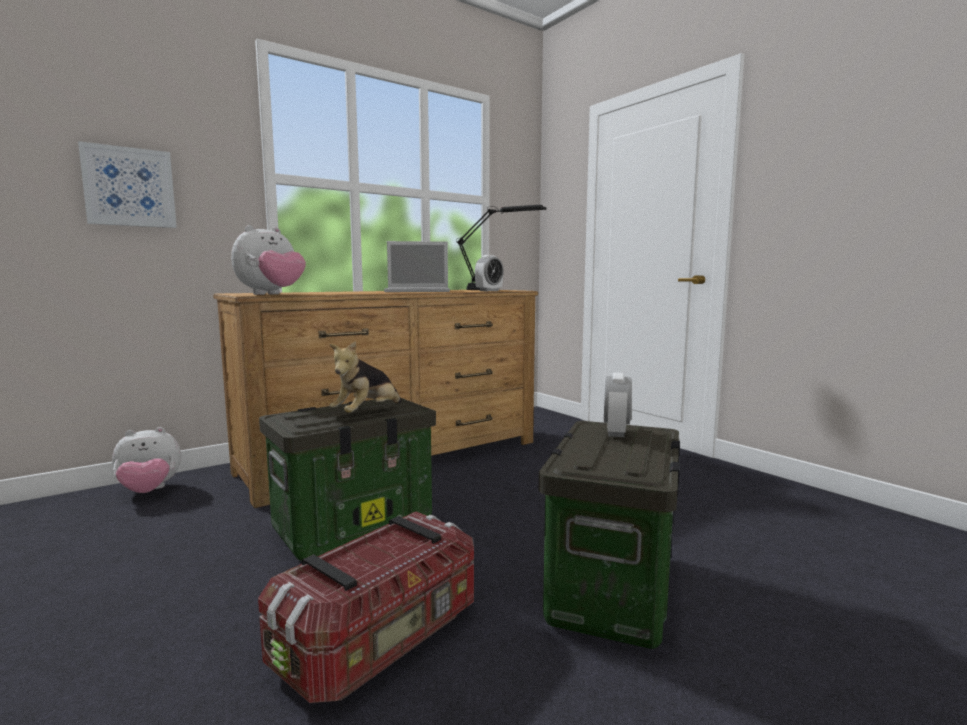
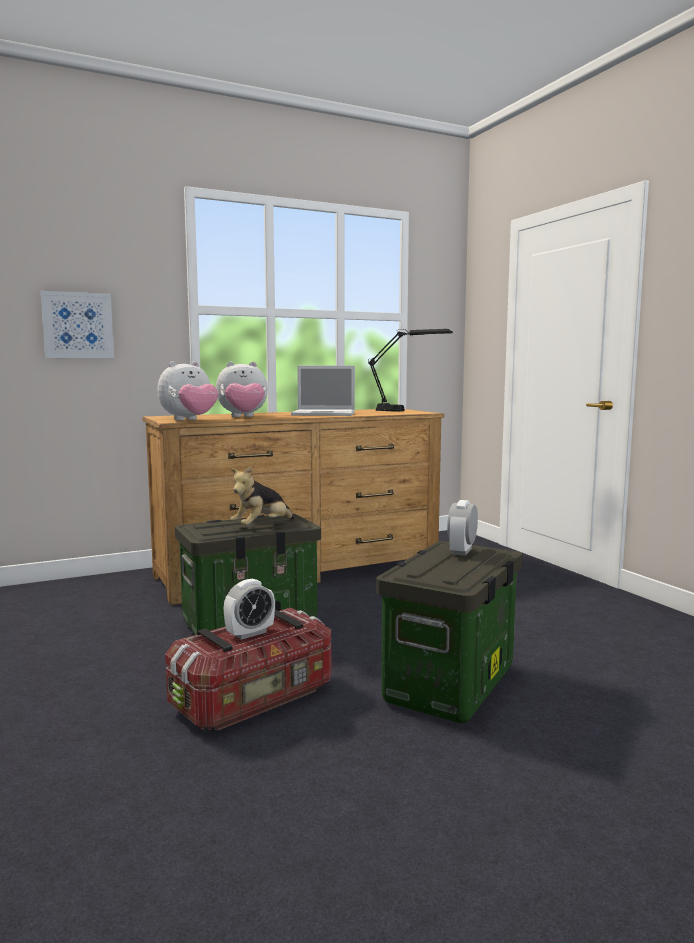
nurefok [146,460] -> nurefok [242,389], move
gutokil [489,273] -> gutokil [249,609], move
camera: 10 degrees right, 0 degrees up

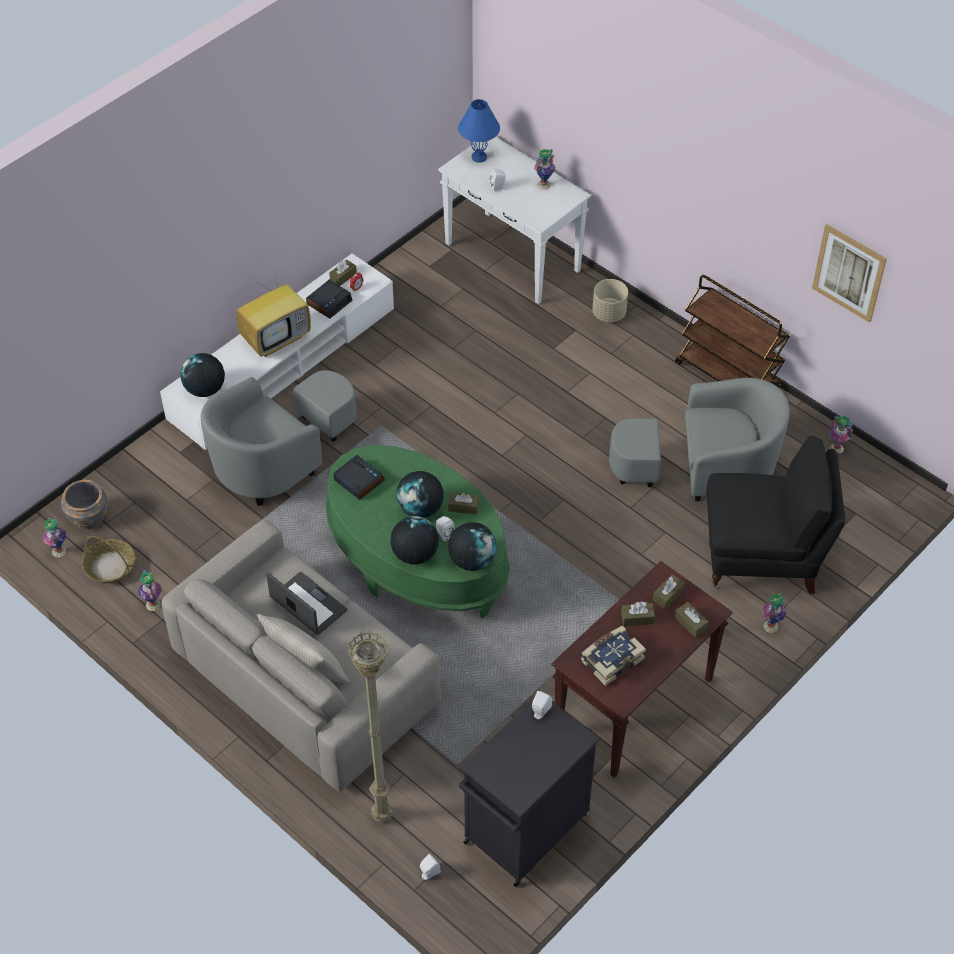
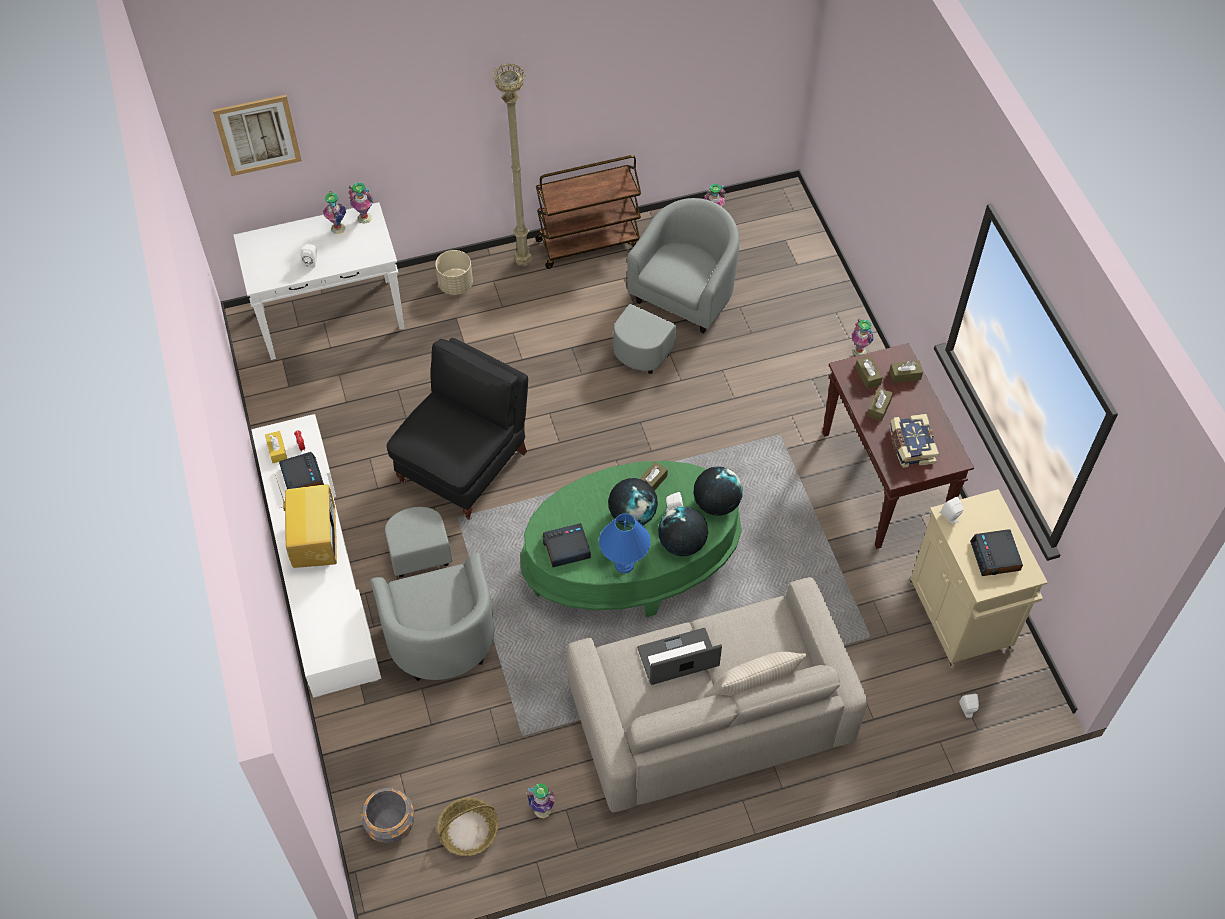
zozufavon [55,537] -> zozufavon [360,203], move
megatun [202,375] -> none
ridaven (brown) [343,273] -> ridaven (yellow) [276,447]
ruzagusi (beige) [369,727] -> ruzagusi (beige) [512,164], move
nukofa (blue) [479,131] -> nukofa (blue) [625,543], move
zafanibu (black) [529,793] -> zafanibu (beige) [978,579]
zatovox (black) [775,515] -> zatovox (black) [457,429], move
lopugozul [849,273] -> lopugozul [257,135], move
none -> gutokil [996,552]
camera: 60 degrees left, 5 degrees up

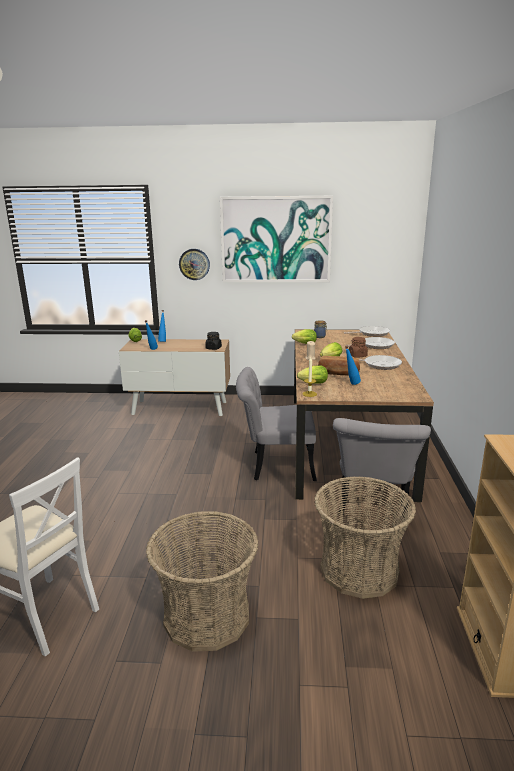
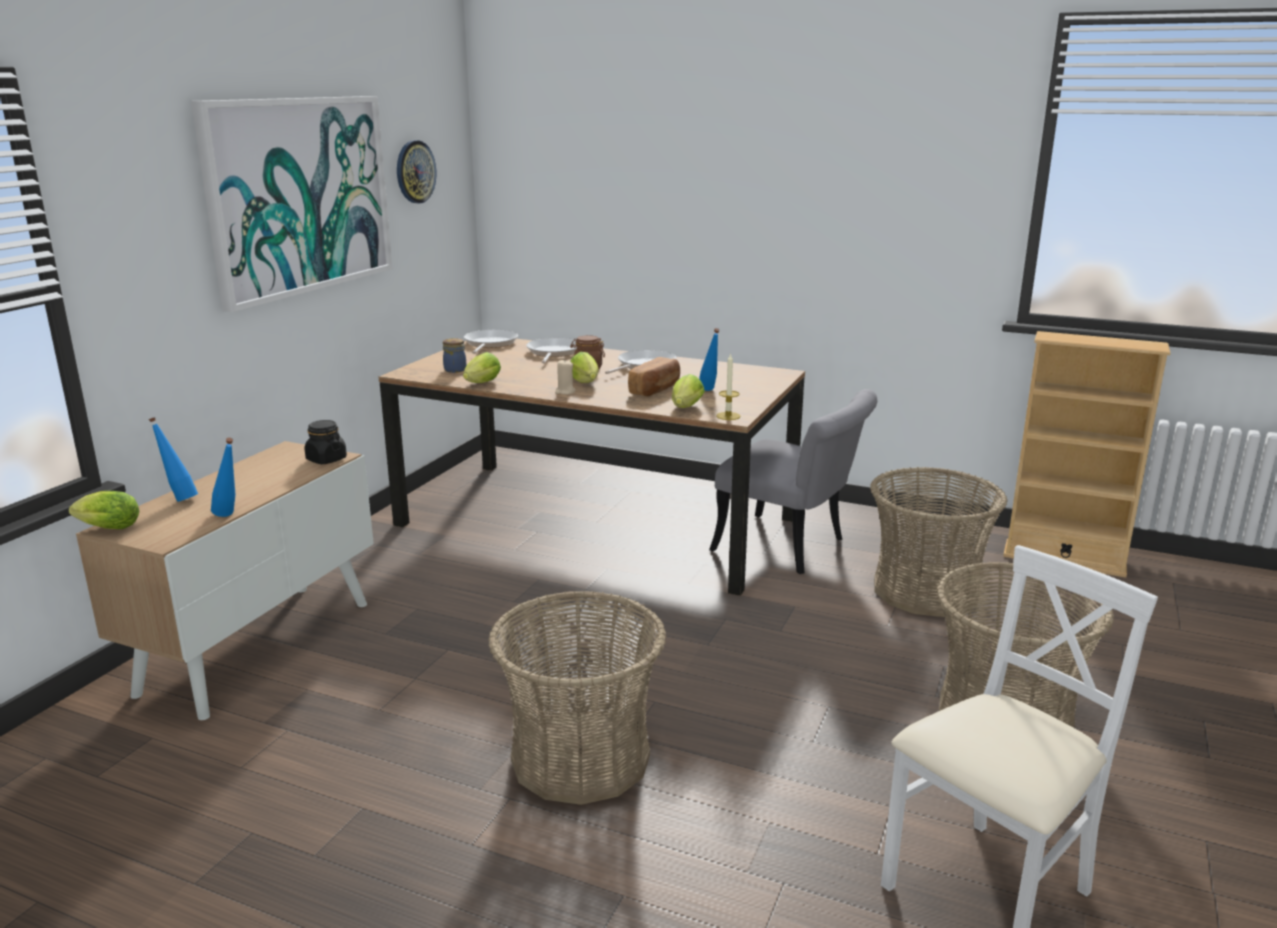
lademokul [194,264] -> lademokul [416,171], move
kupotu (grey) [276,424] -> none
none -> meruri [577,698]
camera: 70 degrees left, 0 degrees up

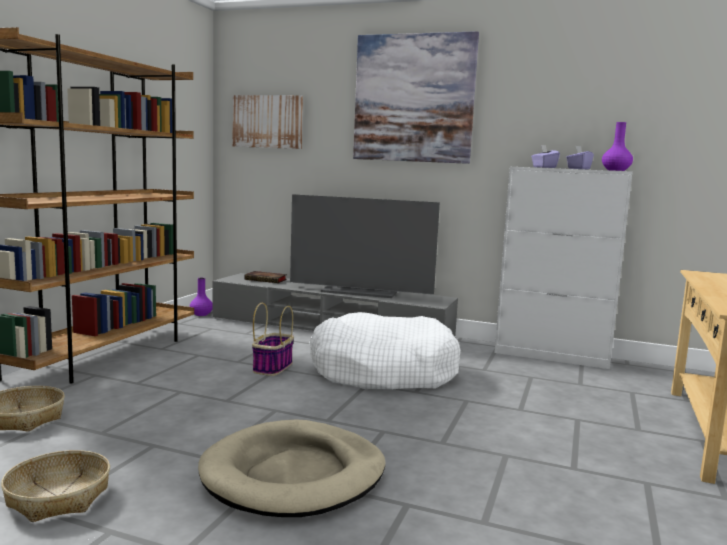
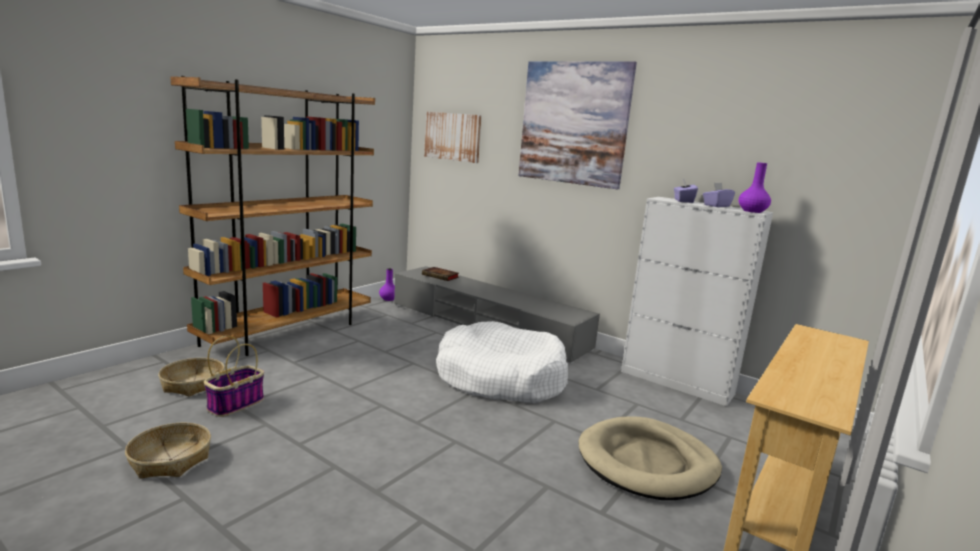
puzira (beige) [291,468] -> puzira (beige) [650,458], move
meruri [273,339] -> meruri [234,376], move
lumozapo [365,246] -> none
camera: 15 degrees right, 5 degrees up

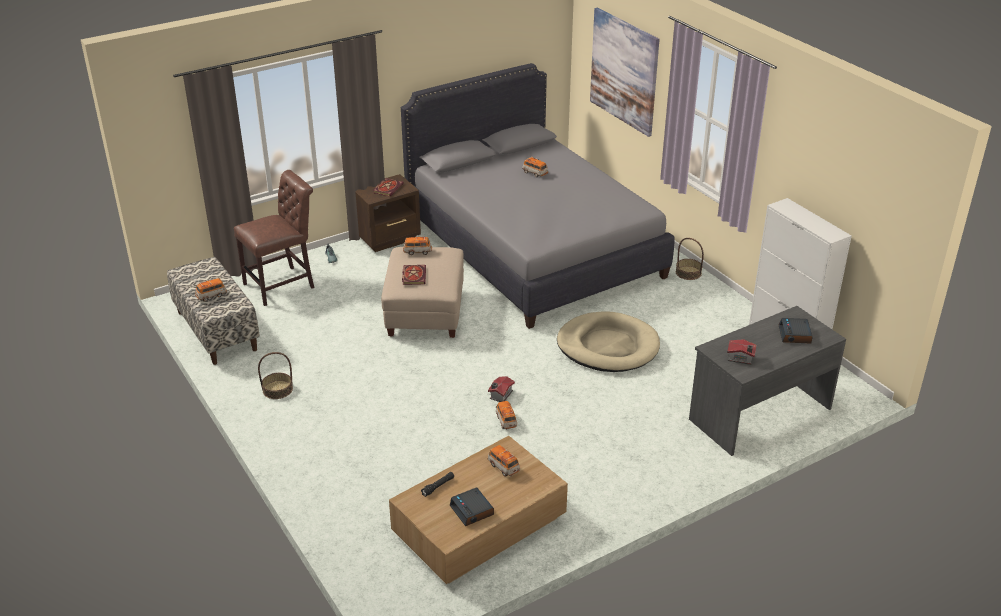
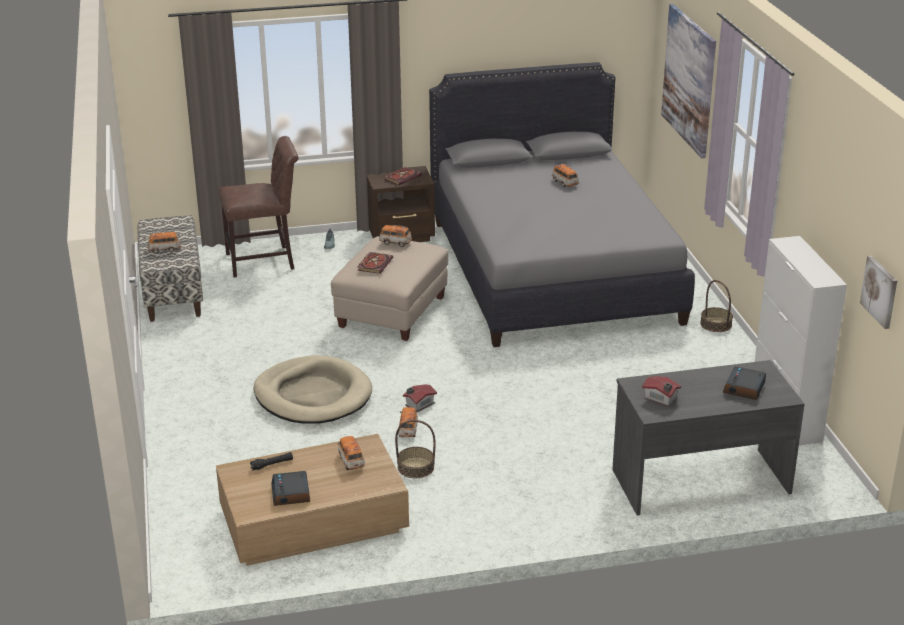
meruri [275,375] -> meruri [415,449], move
puzira (beige) [608,341] -> puzira (beige) [313,389], move
none -> lopugozul [878,292]
camera: 20 degrees right, 5 degrees down

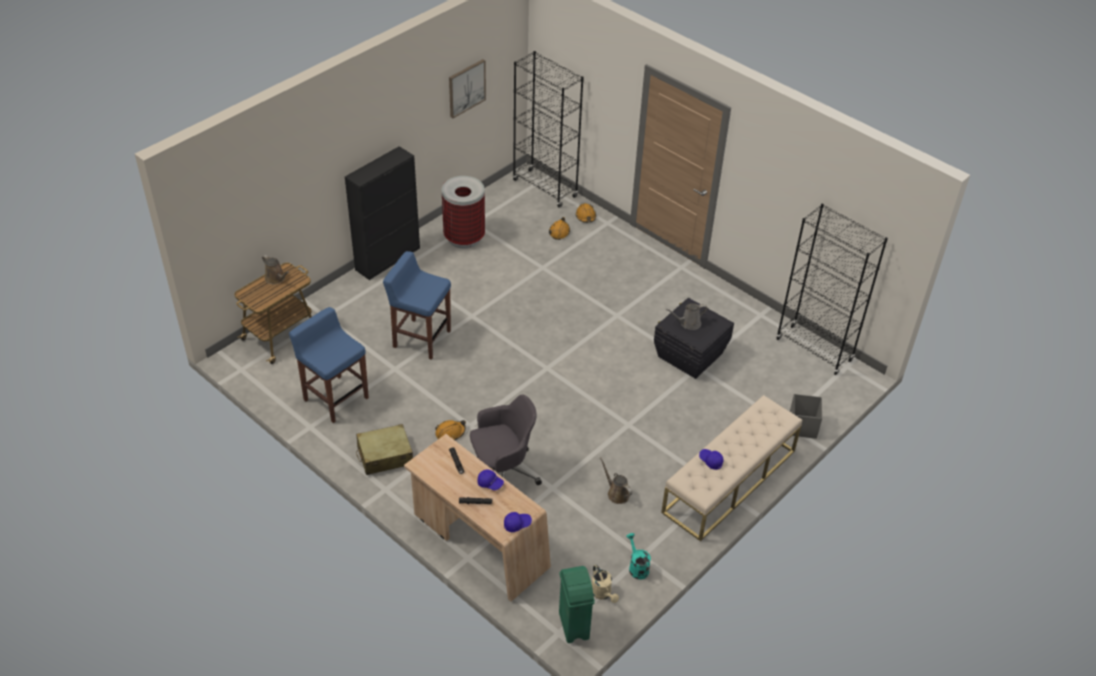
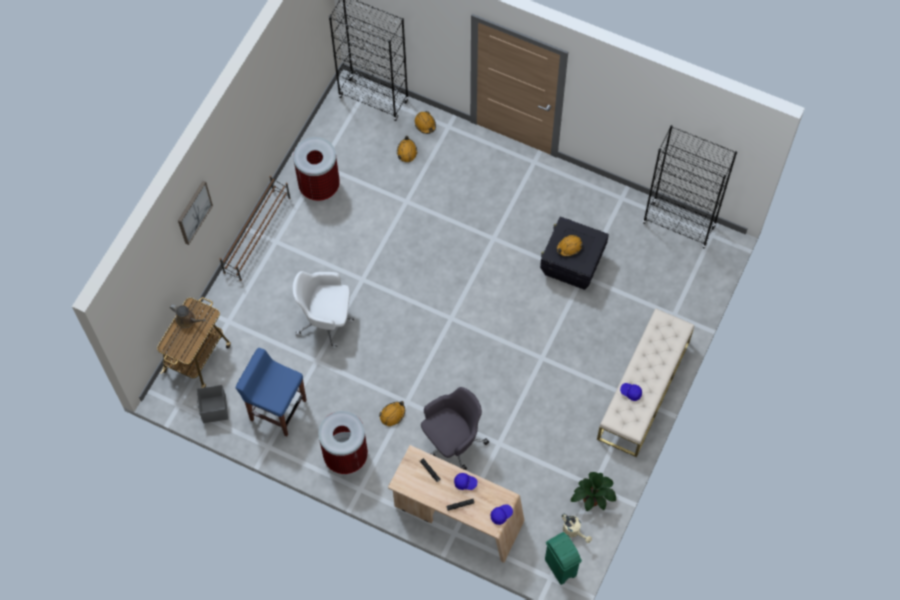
zafanibu (black) [382,213] -> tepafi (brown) [254,228]
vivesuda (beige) [384,449] -> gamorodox [343,442]
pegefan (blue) [417,305] -> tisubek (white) [323,310]
lopugozul [467,88] -> lopugozul [195,213], move
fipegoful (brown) [616,480] -> none
fipegoful (turquoise) [638,556] -> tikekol [593,491]
fipegoful (grey) [687,316] -> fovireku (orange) [569,246]
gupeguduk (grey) [806,416] -> gupeguduk (grey) [212,404], move
camera: 15 degrees left, 20 degrees up

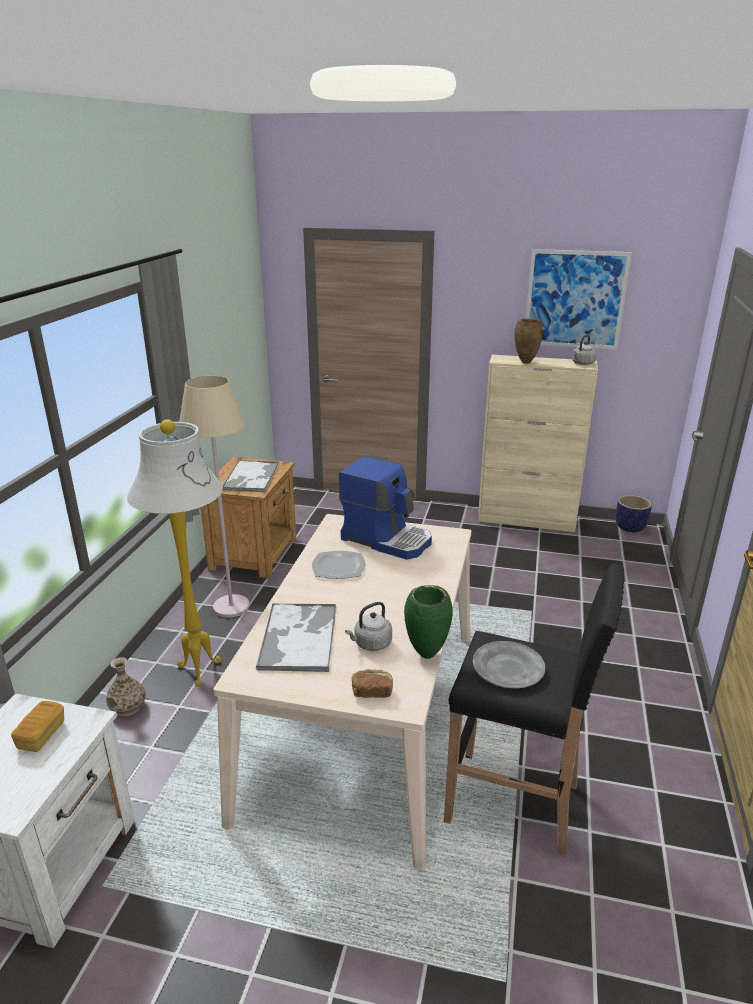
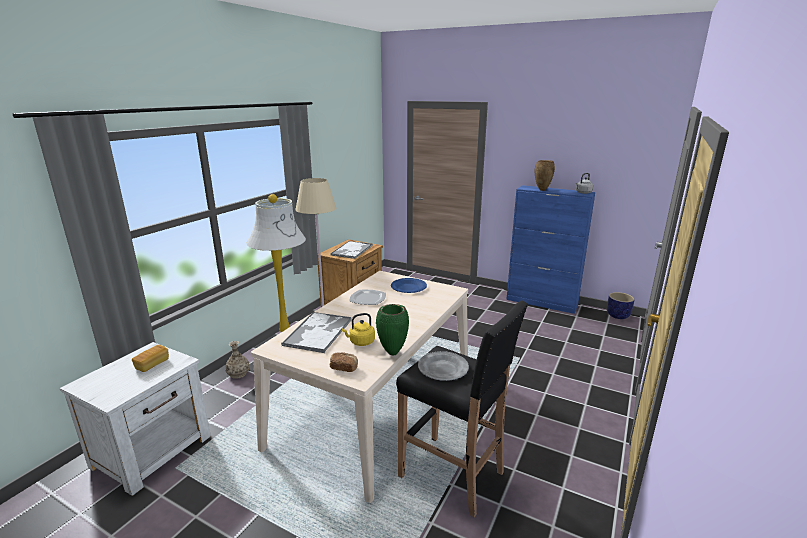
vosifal [385,508] -> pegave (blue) [409,285]
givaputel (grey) [368,626] -> givaputel (yellow) [358,329]
zafanibu (beige) [538,443] -> zafanibu (blue) [550,249]
lopugozul [579,299] -> none
camera: 15 degrees right, 5 degrees down

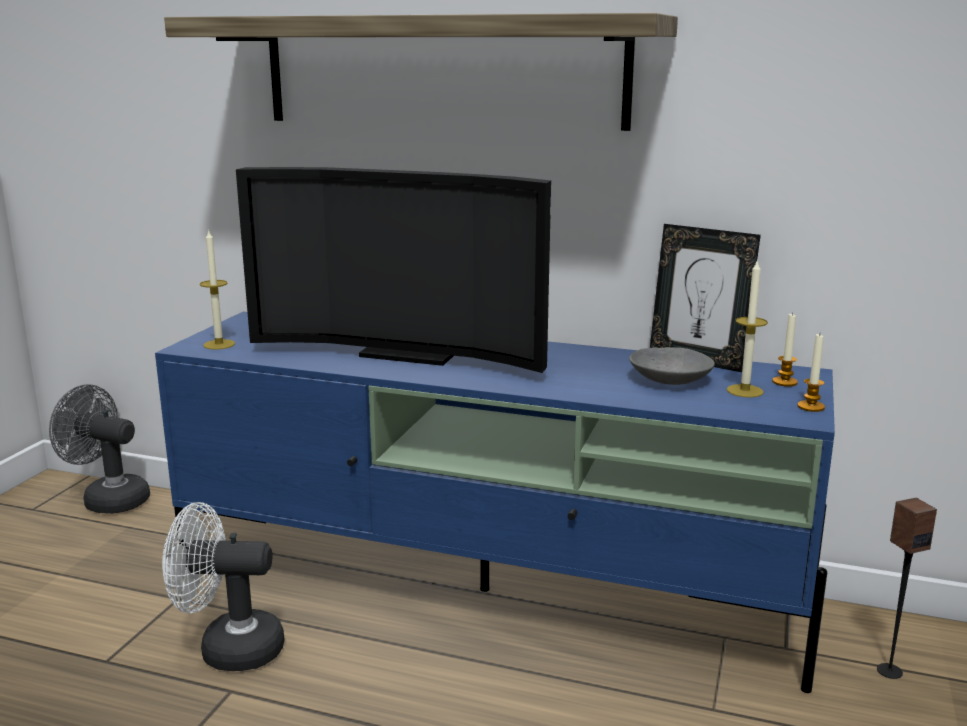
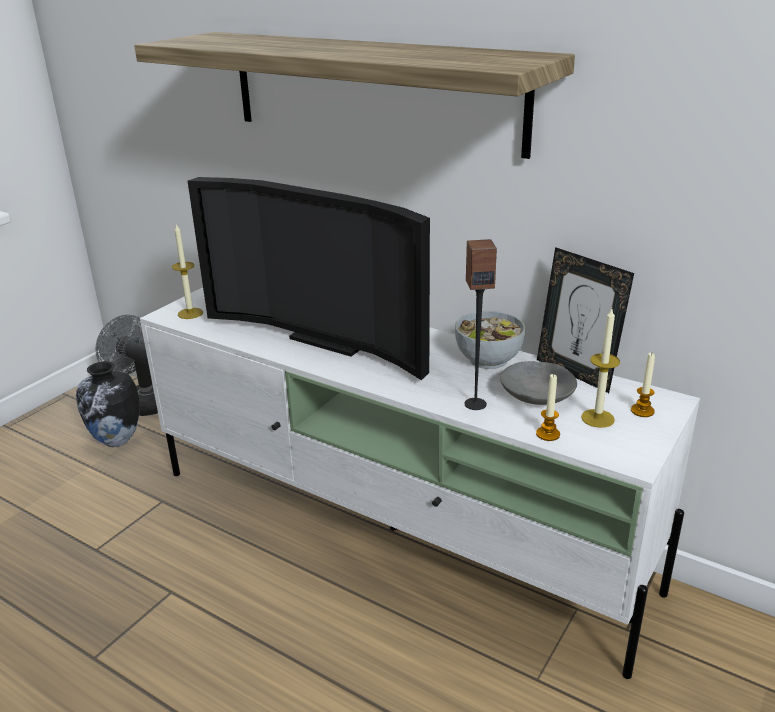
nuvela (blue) [495,502] -> nuvela (white) [420,483]
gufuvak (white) [223,586] -> none
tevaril [811,373] -> tevaril [548,407], move
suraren [907,588] -> suraren [481,324], move
none -> zozufavon [107,404]
none -> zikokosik [490,340]
camera: 15 degrees right, 10 degrees up

